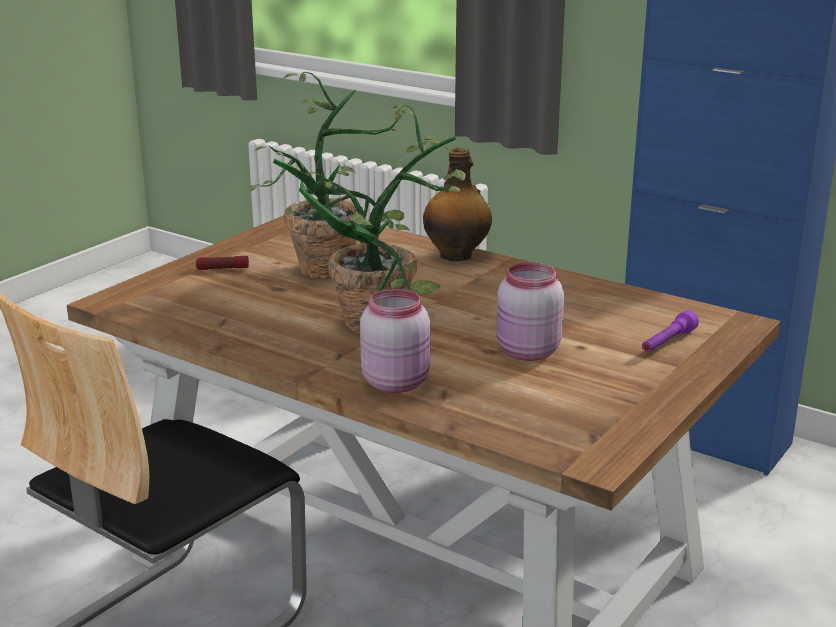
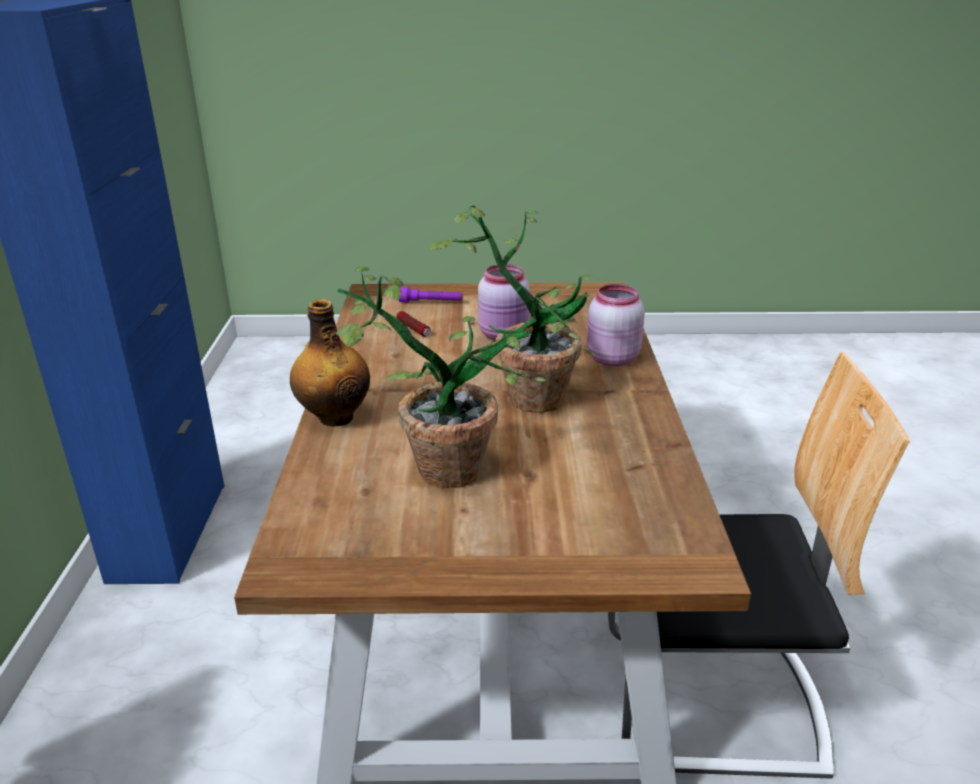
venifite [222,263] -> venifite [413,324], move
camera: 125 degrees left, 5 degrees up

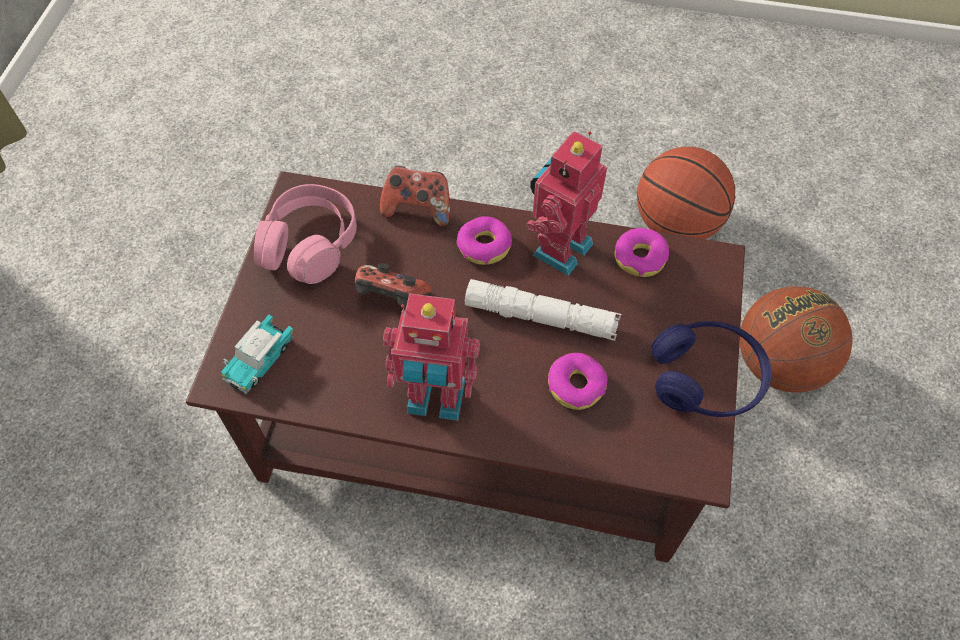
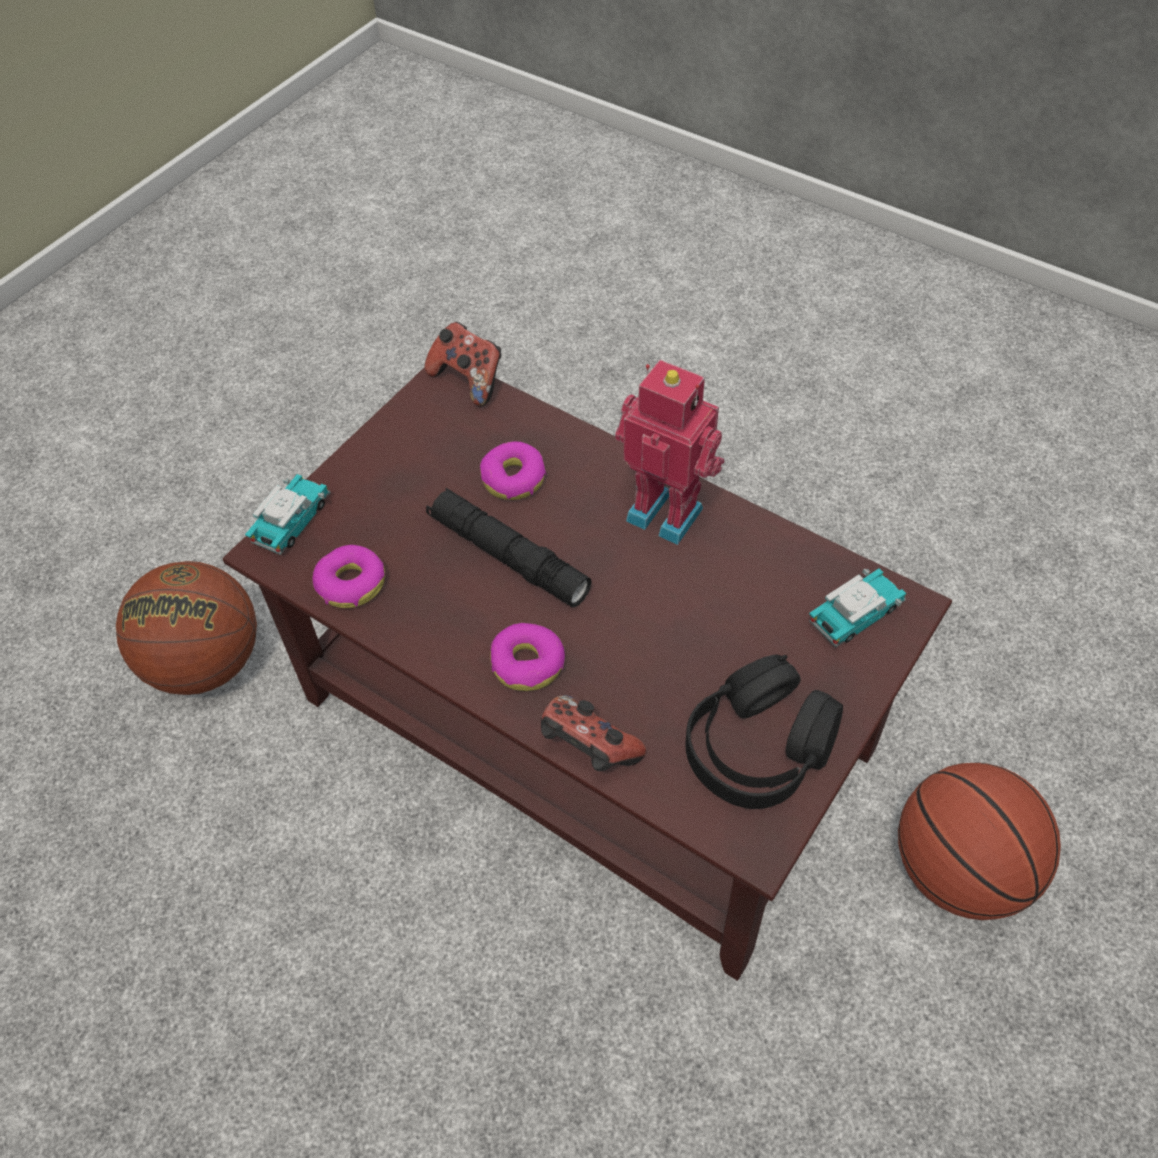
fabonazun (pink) [305,234] -> fabonazun (black) [764,731]
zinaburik [393,285] -> zinaburik [463,364], move
venifite (white) [543,310] -> venifite (black) [509,547]
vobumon [566,203] -> none
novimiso [686,193] -> novimiso [979,841], move
fabonazun (blue) [712,369] -> none
none -> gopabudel [288,514]
camera: 155 degrees left, 5 degrees down

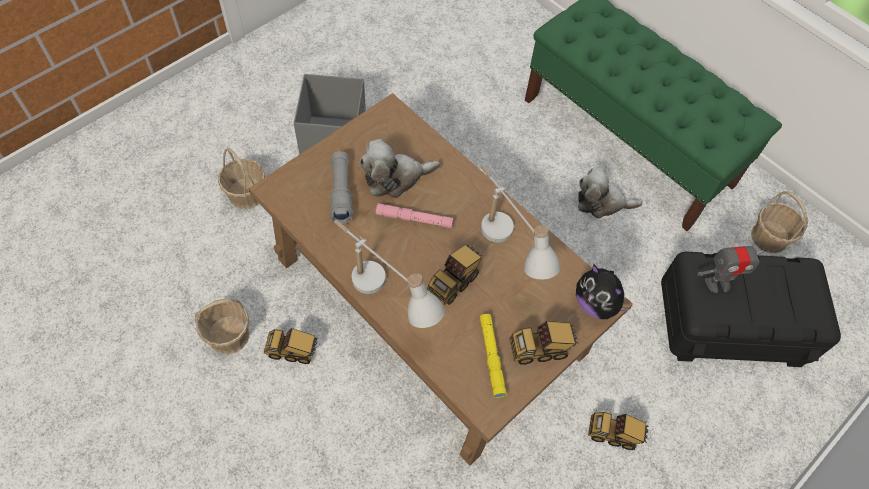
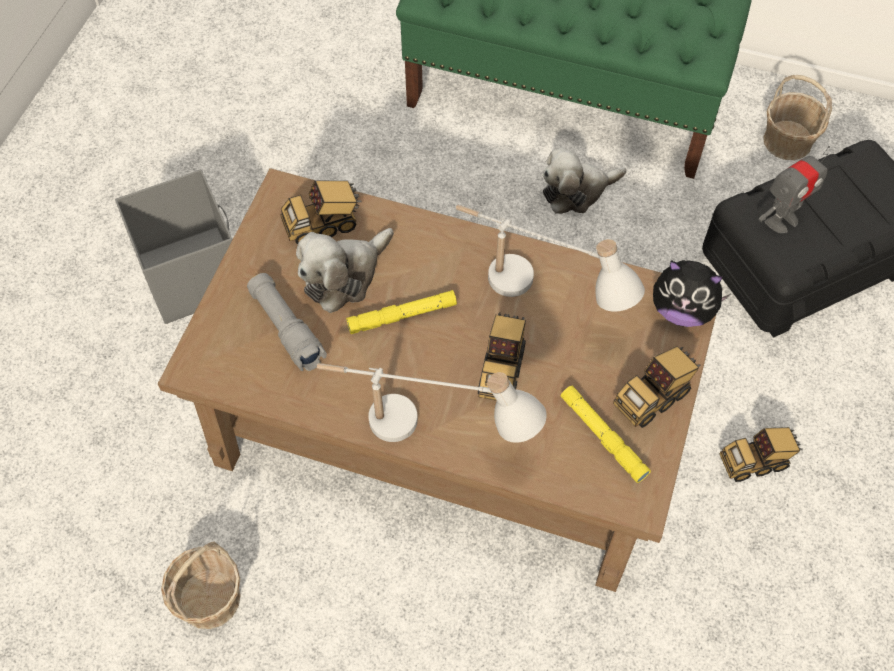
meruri [241,178] -> none
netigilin [291,346] -> netigilin [321,212], move
venifite (pink) [414,215] -> venifite (yellow) [401,312]
camera: 25 degrees left, 0 degrees up

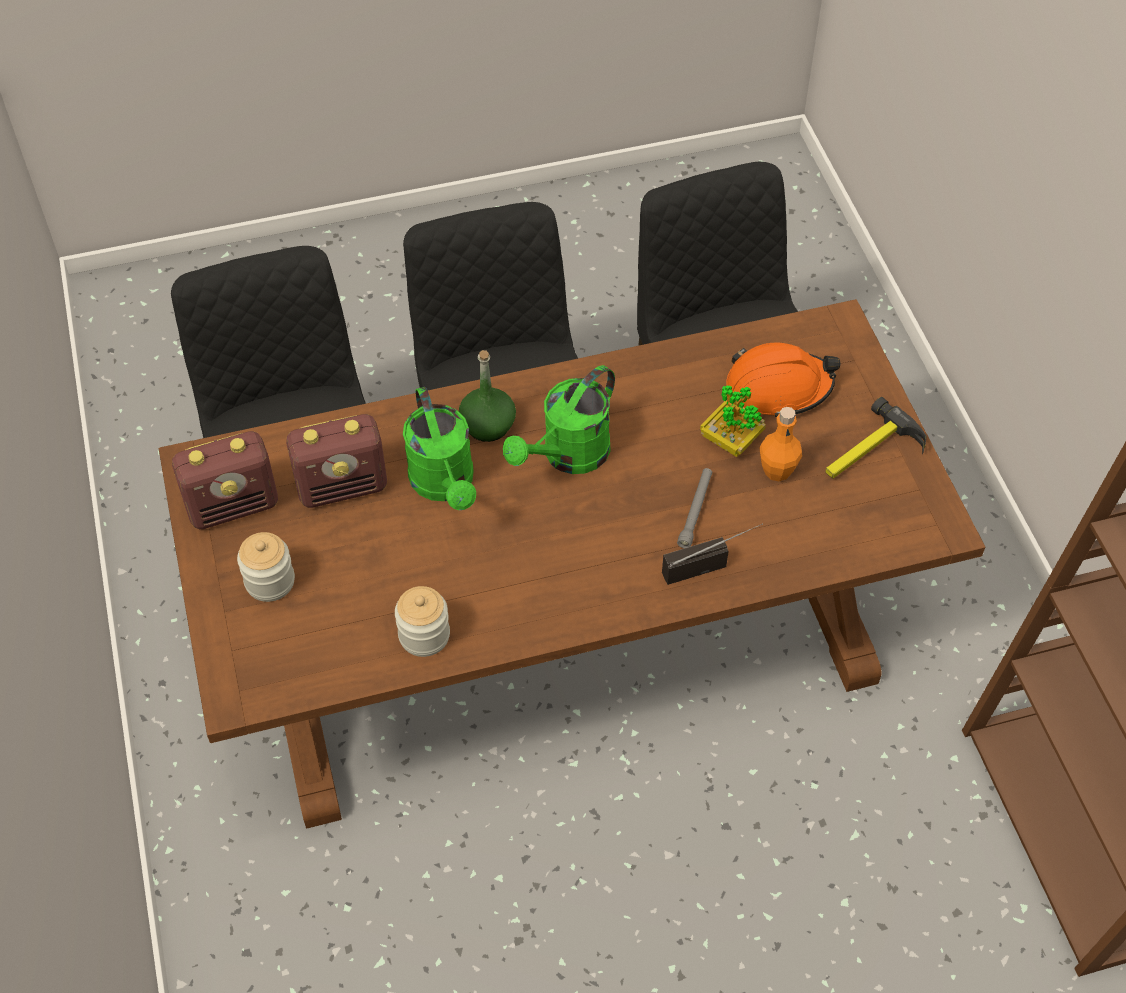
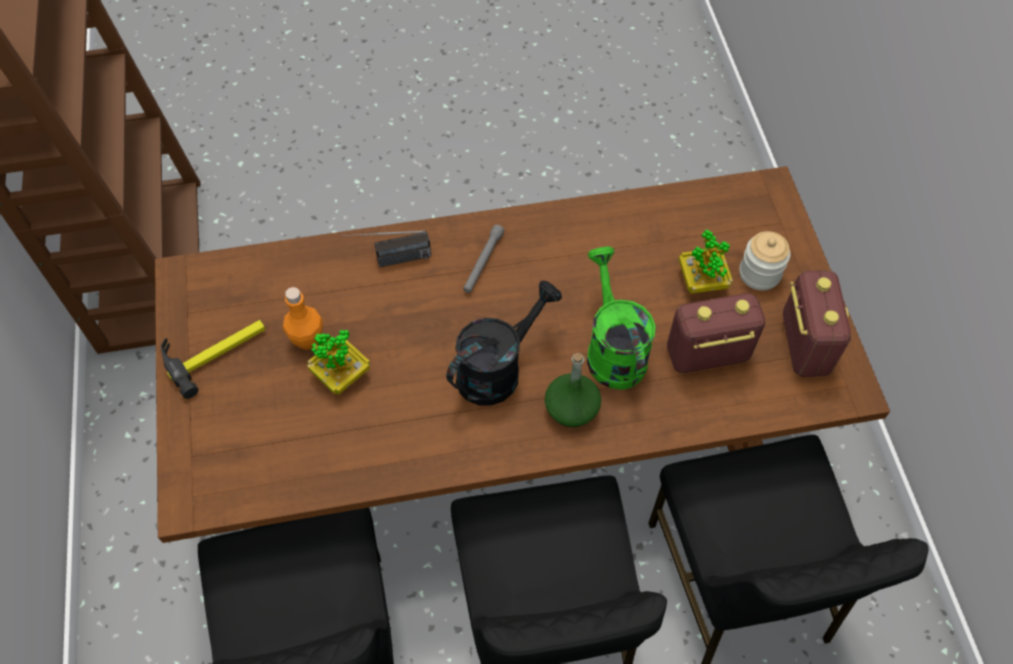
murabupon [225,480] -> murabupon [817,323], 105 degrees clockwise
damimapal [422,621] -> none
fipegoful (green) [559,419] -> fipegoful (black) [504,343]
venifite (grey) [694,508] -> venifite (grey) [483,259], move
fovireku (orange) [783,380] -> none
none -> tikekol [705,262]
camera: 175 degrees left, 5 degrees up

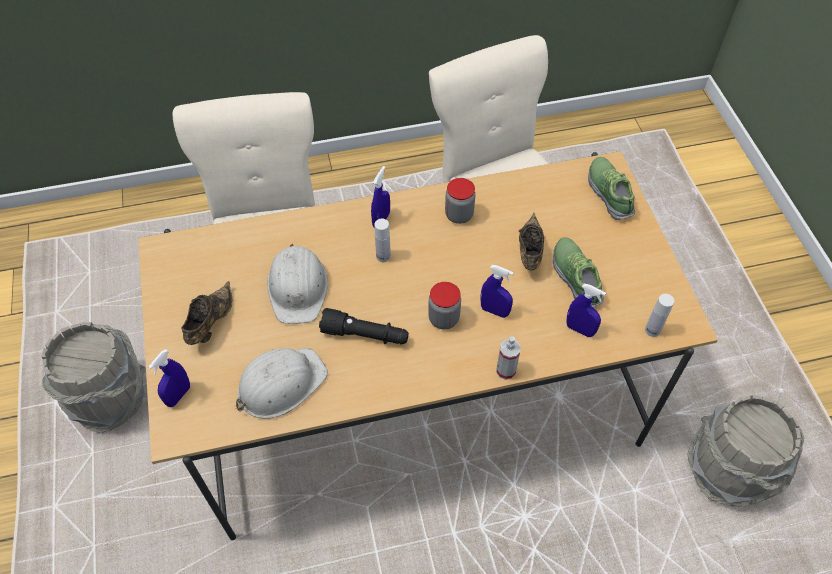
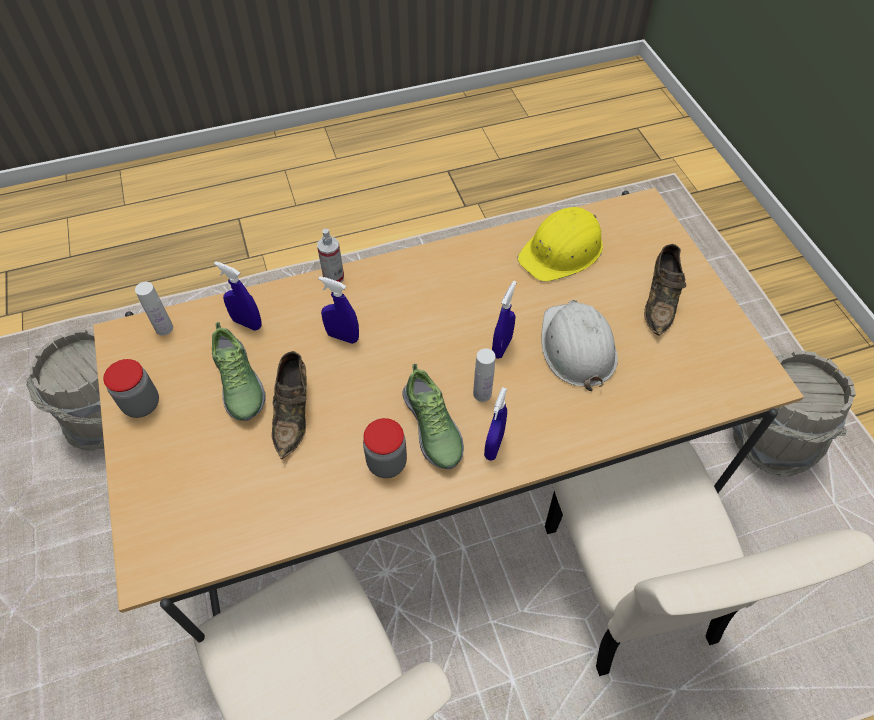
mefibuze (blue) [169,378] -> mefibuze (blue) [504,320], move
fovireku (white) [282,383] -> fovireku (yellow) [560,244]
venifite (black) [364,326] -> none
damimapal [444,305] -> damimapal [131,388], move
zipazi [611,188] -> zipazi [433,416], move
camera: 175 degrees right, 0 degrees up

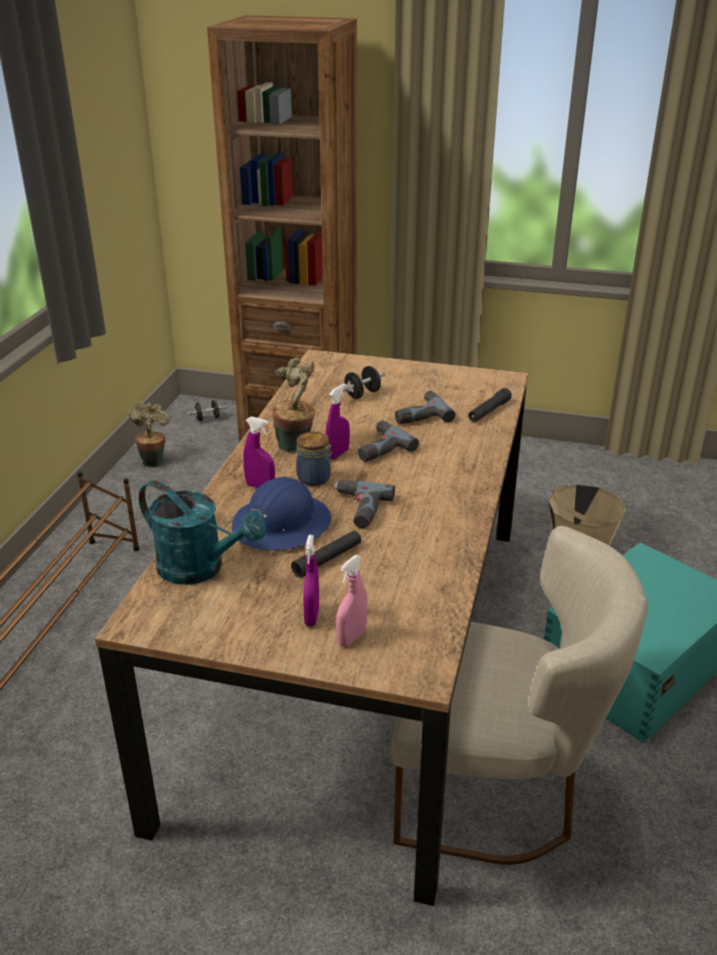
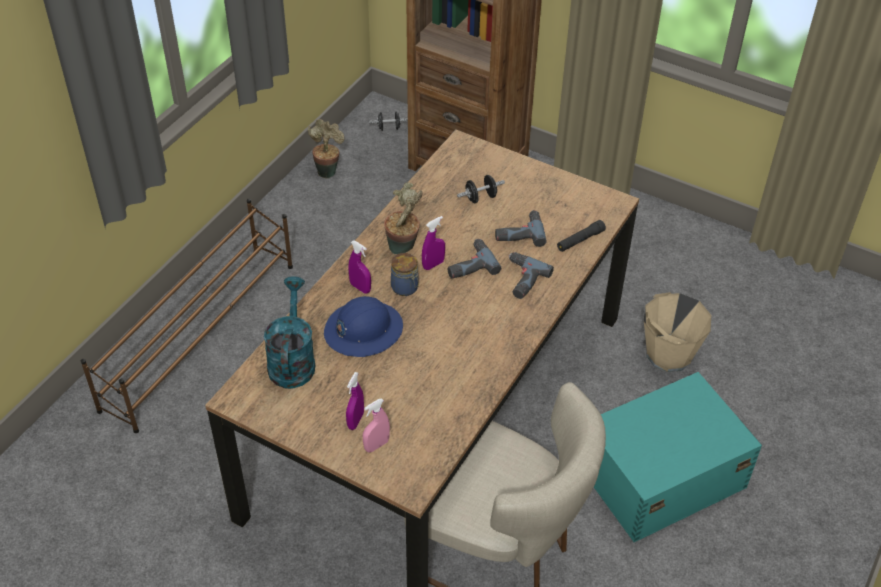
fipegoful (turquoise) [202,532] -> fipegoful (turquoise) [289,332], 135 degrees counterclockwise
venifite (black) [326,554] -> none
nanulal [364,504] -> nanulal [531,275], move
camera: 15 degrees right, 15 degrees up

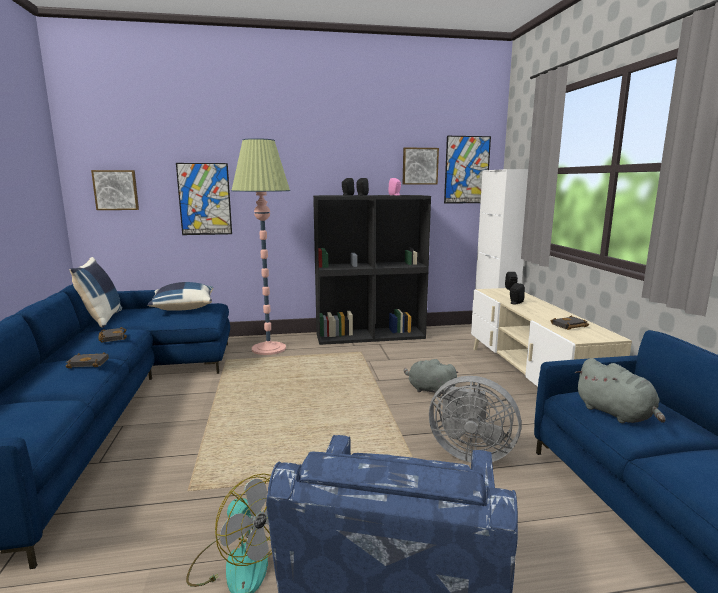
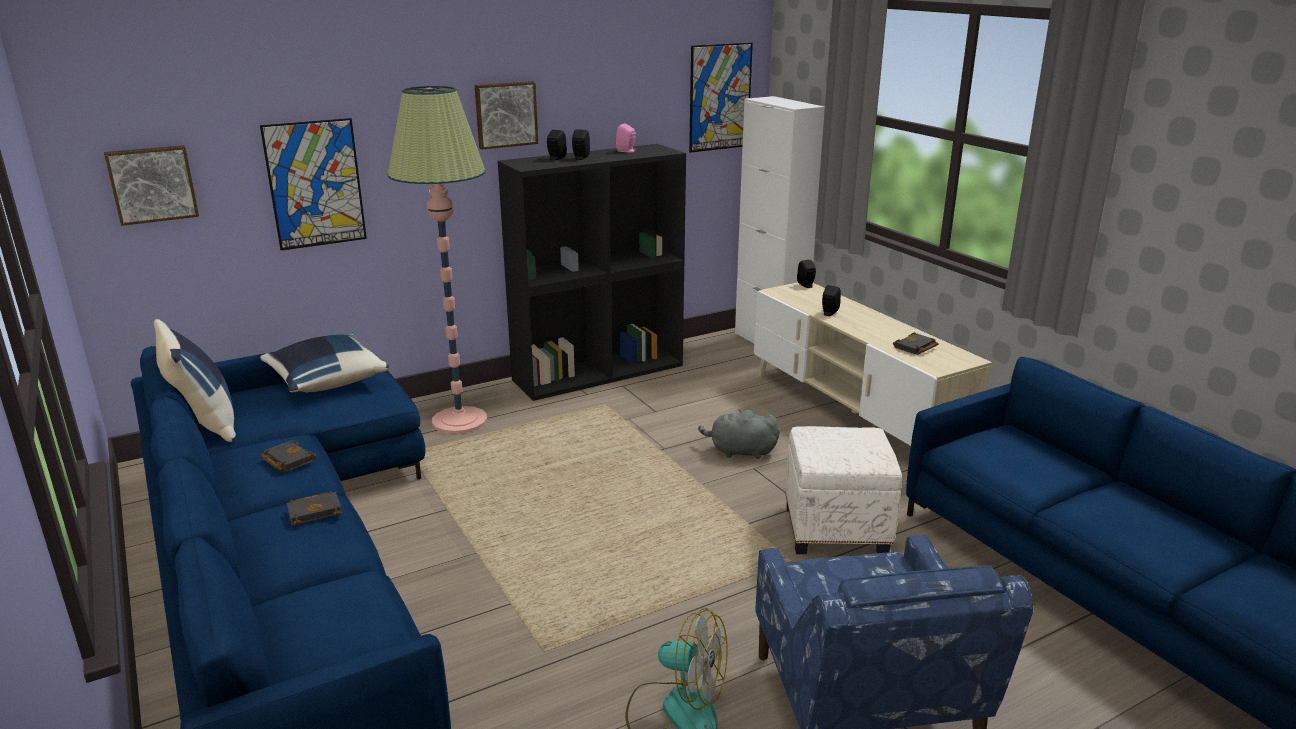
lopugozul [421,166] -> lopugozul [506,115], move
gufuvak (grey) [475,419] -> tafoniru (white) [843,490]
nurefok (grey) [620,390] -> none
camera: 20 degrees left, 10 degrees up

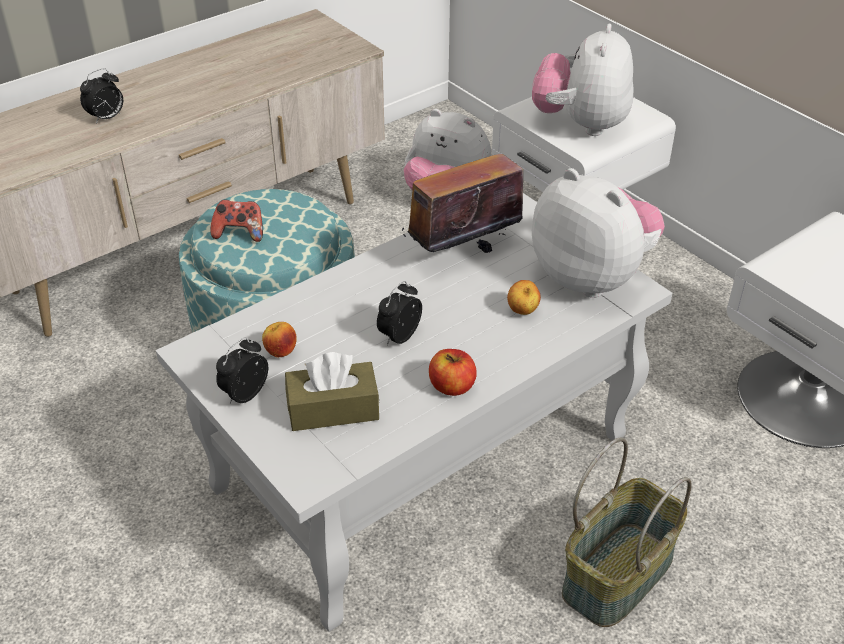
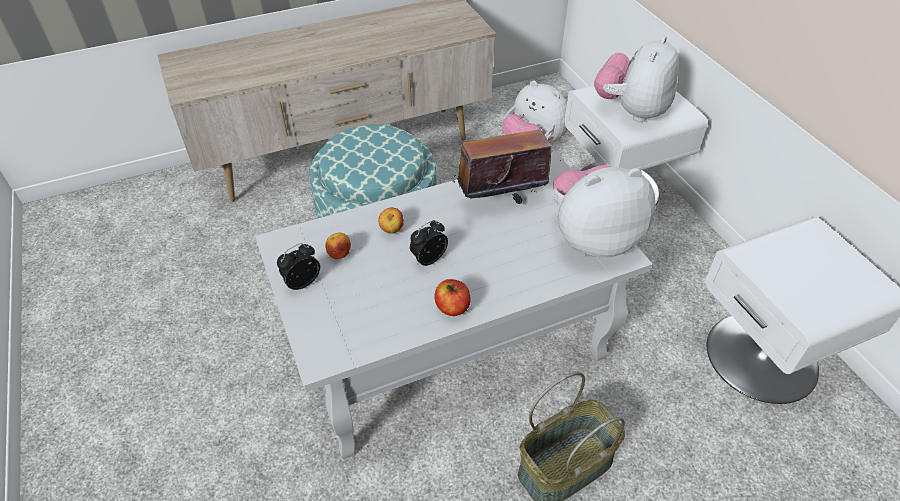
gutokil [101,96] -> none
zinaburik [236,221] -> none
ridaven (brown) [332,391] -> none
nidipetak [524,297] -> nidipetak [391,220], move
nurefok [598,233] -> nurefok [604,211], 75 degrees counterclockwise
camera: 15 degrees right, 5 degrees up

